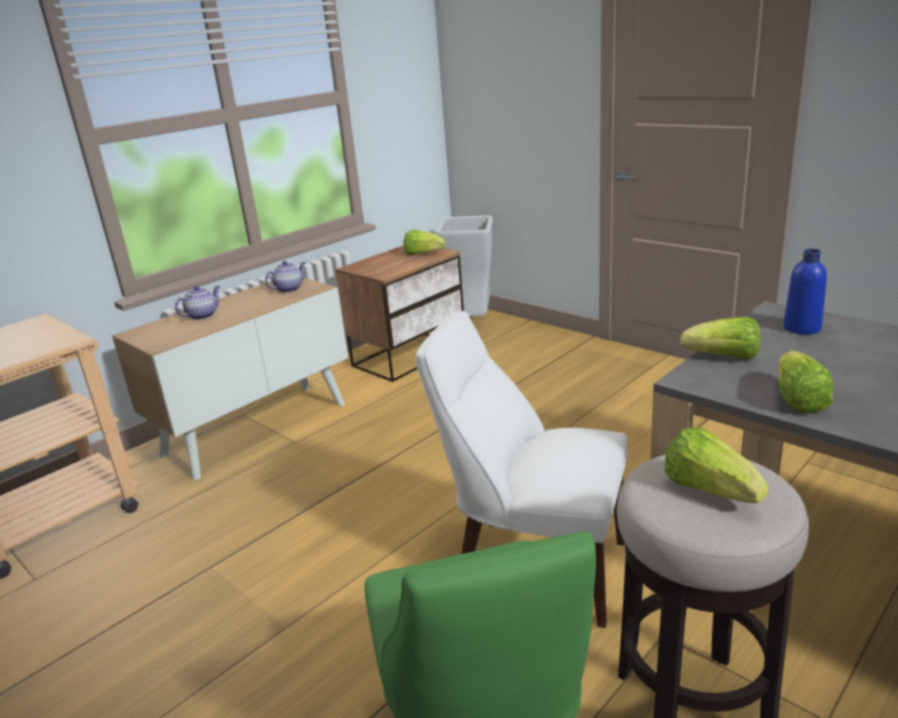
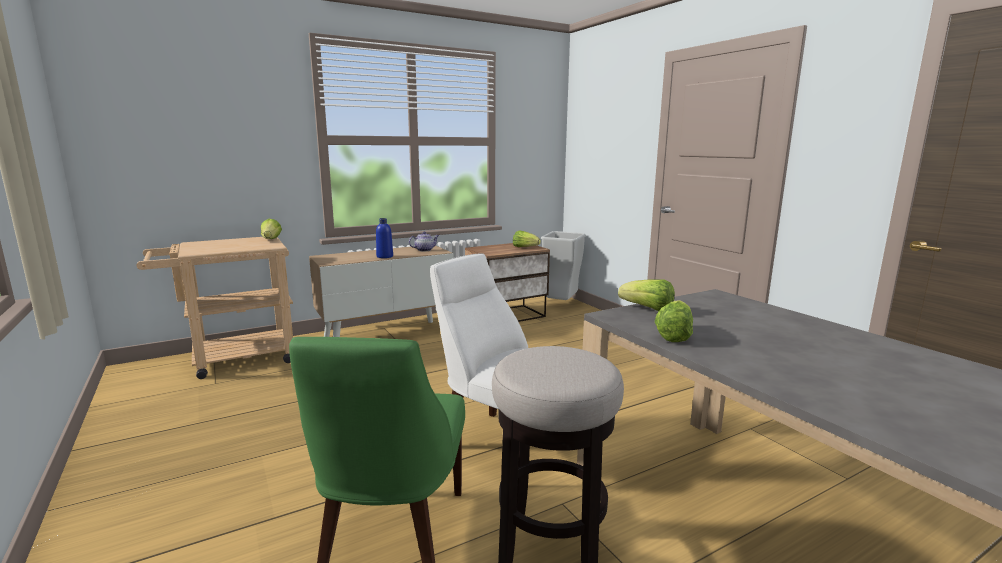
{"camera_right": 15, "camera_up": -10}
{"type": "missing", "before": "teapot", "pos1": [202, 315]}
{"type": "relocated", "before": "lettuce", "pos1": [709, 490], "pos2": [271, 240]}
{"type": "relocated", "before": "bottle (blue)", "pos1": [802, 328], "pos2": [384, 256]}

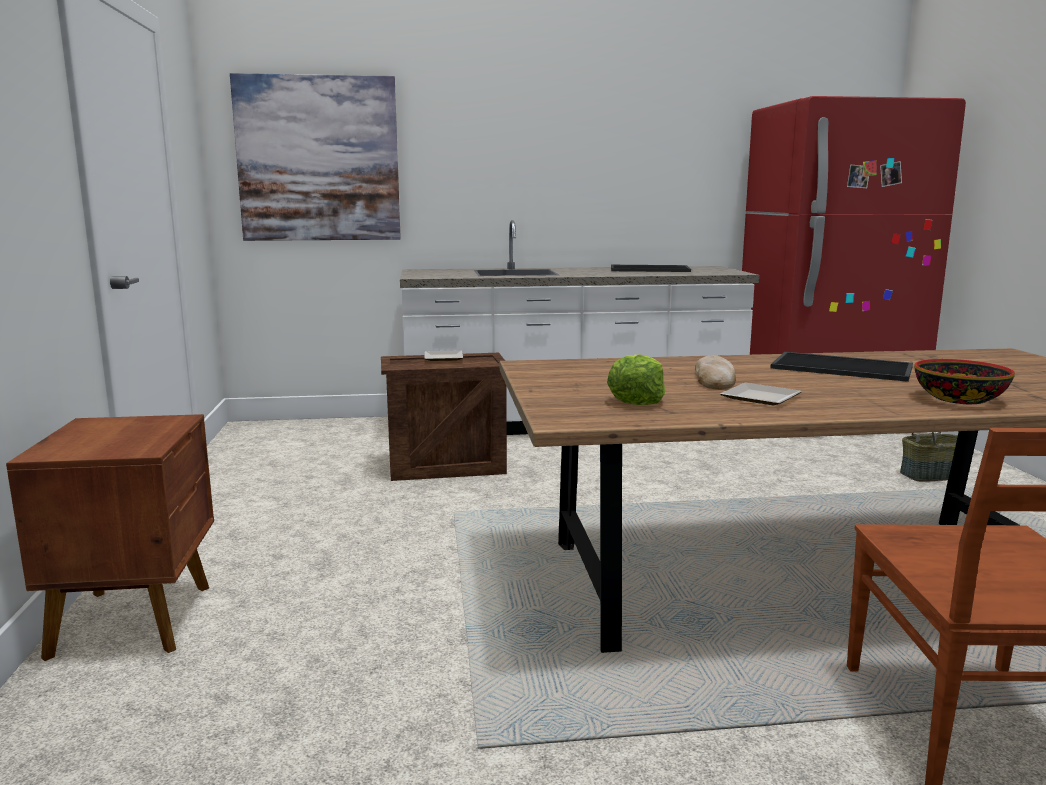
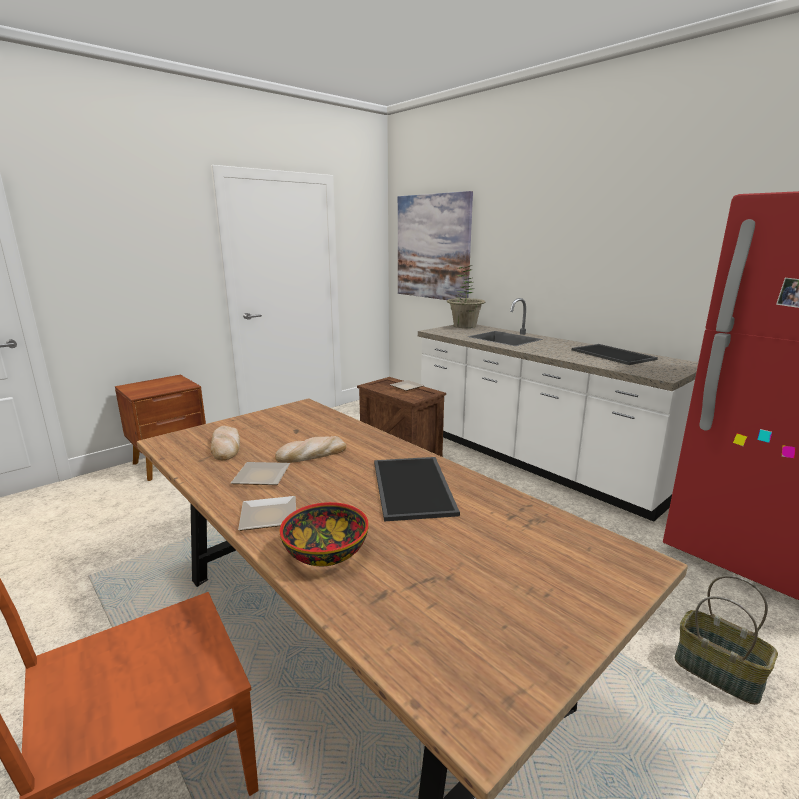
{"camera_right": 55, "camera_up": 5}
{"type": "appeared", "after": "plate", "pos2": [270, 517]}
{"type": "appeared", "after": "potted plant", "pos2": [464, 326]}
{"type": "exchanged", "before": "lettuce", "after": "bread", "pos1": [636, 400], "pos2": [226, 446]}

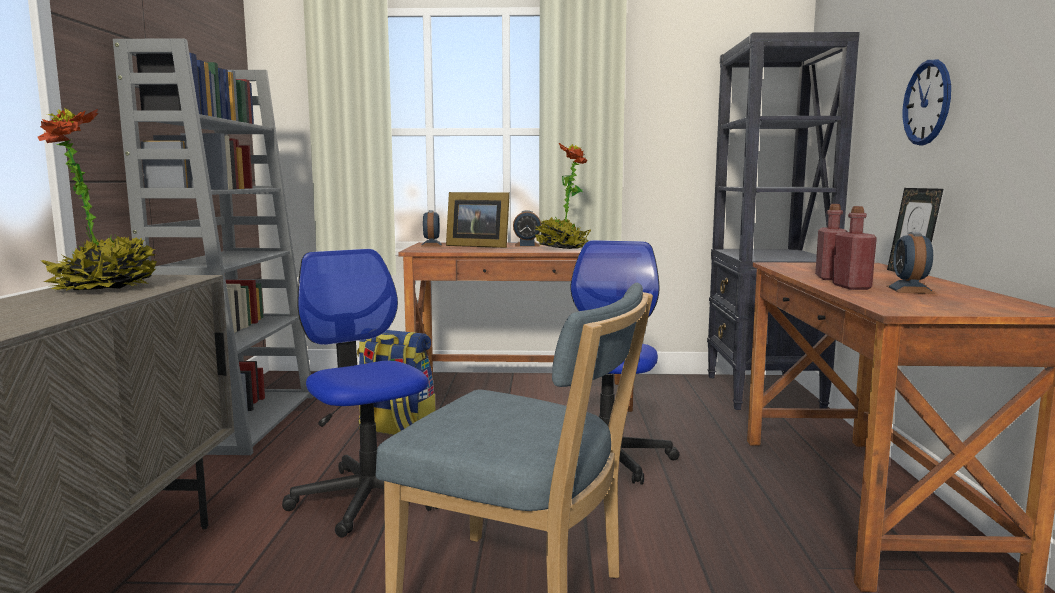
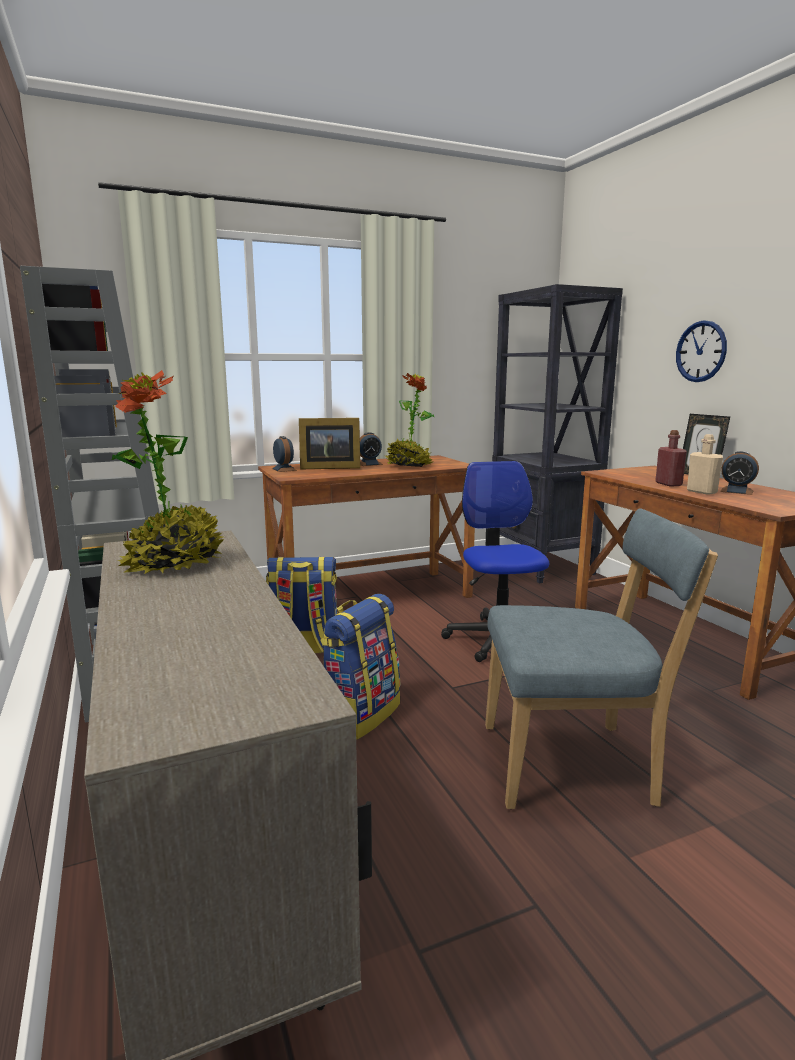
{"camera_right": -25, "camera_up": 5}
{"type": "exchanged", "before": "office chair", "after": "backpack", "pos1": [368, 497], "pos2": [360, 714]}
{"type": "colour", "before": "bottle (red)", "after": "bottle (beige)", "pos1": [851, 287], "pos2": [701, 492]}
{"type": "spun", "before": "alarm clock", "pos1": [909, 290], "pos2": [736, 491], "turn": -45}

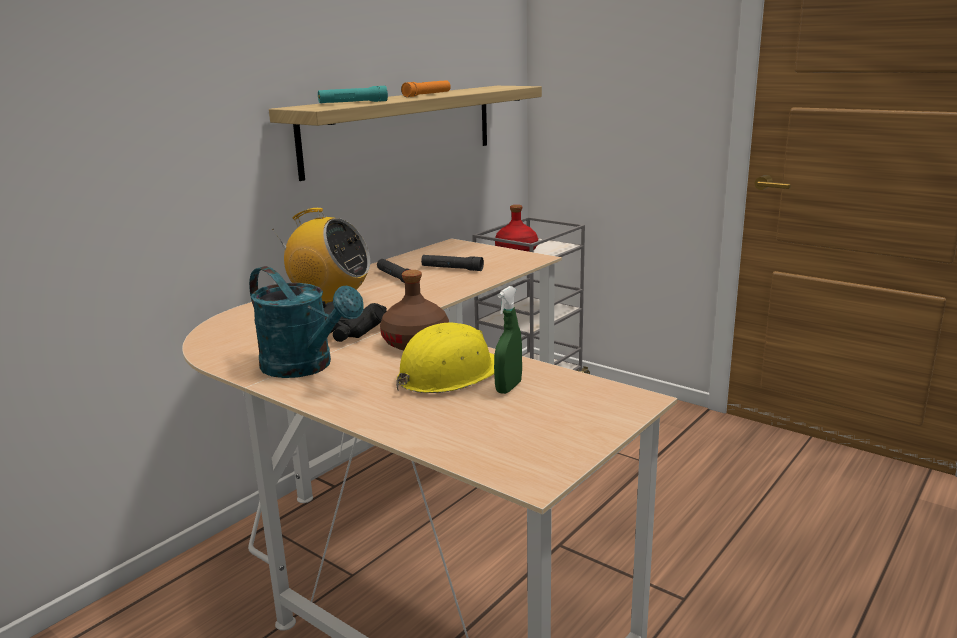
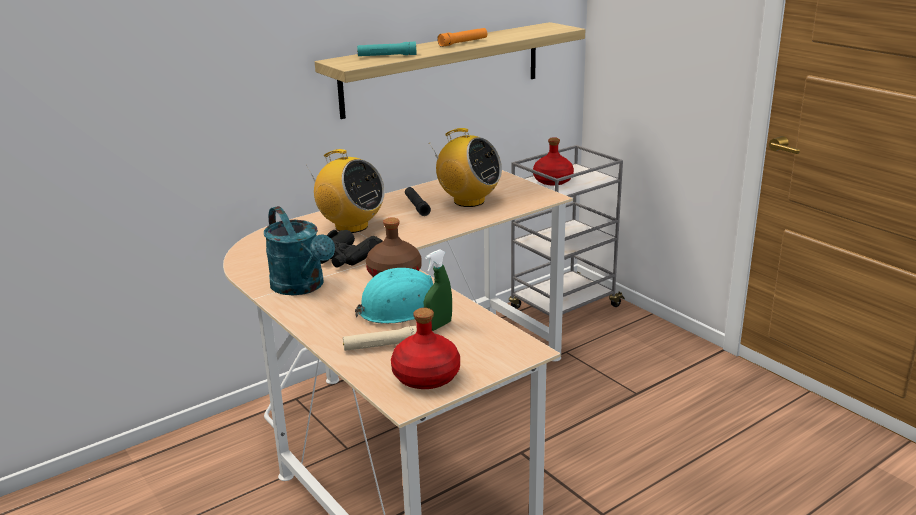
{"camera_right": 15, "camera_up": 5}
{"type": "appeared", "after": "flashlight (beige)", "pos2": [382, 346]}
{"type": "appeared", "after": "bottle (red)", "pos2": [427, 376]}
{"type": "exchanged", "before": "flashlight (black)", "after": "radio", "pos1": [452, 268], "pos2": [468, 201]}
{"type": "colour", "before": "hard hat (yellow)", "after": "hard hat (turquoise)", "pos1": [449, 374], "pos2": [402, 308]}

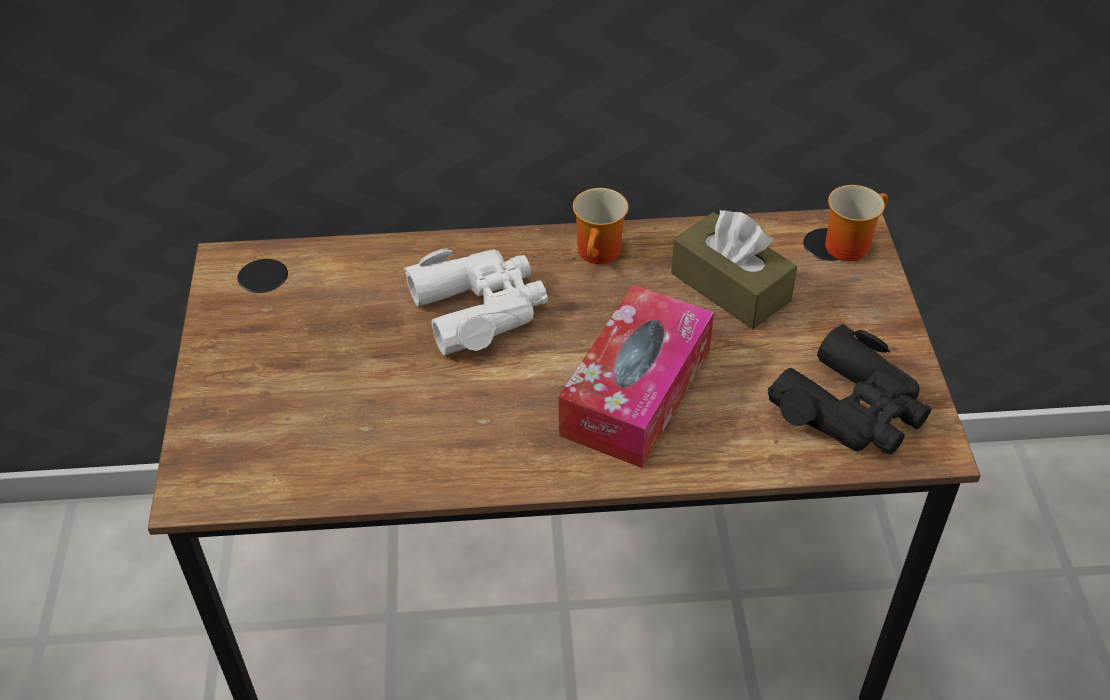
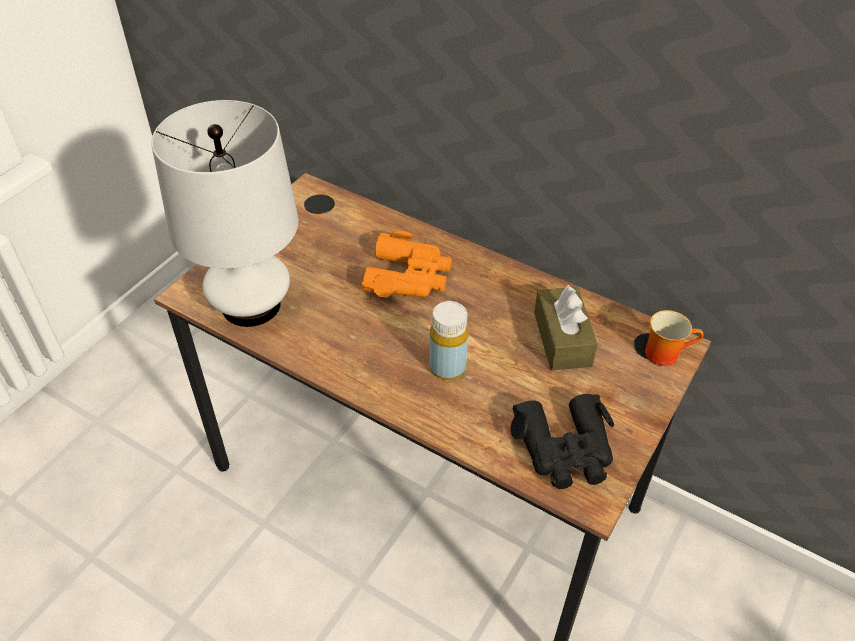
{"camera_right": 35, "camera_up": 0}
{"type": "missing", "before": "mug", "pos1": [601, 254]}
{"type": "appeared", "after": "table lamp (white)", "pos2": [251, 305]}
{"type": "exchanged", "before": "tissue box", "after": "bottle (yellow)", "pos1": [636, 392], "pos2": [447, 367]}
{"type": "colour", "before": "binoculars (white)", "after": "binoculars (orange)", "pos1": [479, 308], "pos2": [408, 276]}

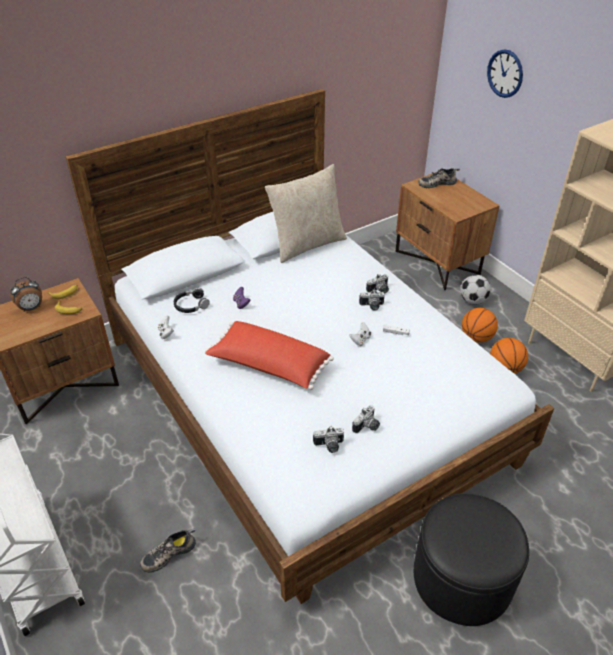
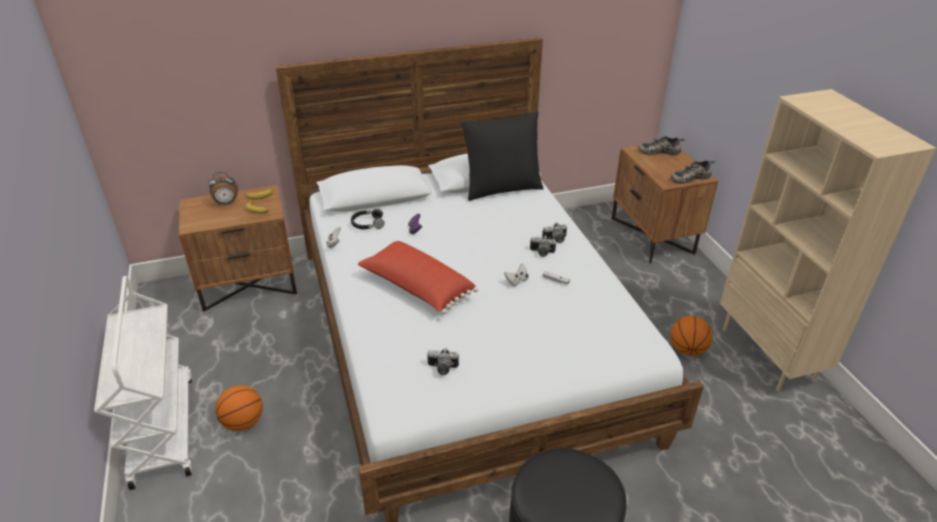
{"camera_right": 15, "camera_up": -5}
{"type": "missing", "before": "photo camera", "pos1": [367, 427]}
{"type": "missing", "before": "football", "pos1": [473, 300]}
{"type": "missing", "before": "wall clock", "pos1": [505, 73]}
{"type": "relocated", "before": "shoe", "pos1": [168, 553], "pos2": [690, 177]}
{"type": "relocated", "before": "basketball", "pos1": [476, 337], "pos2": [243, 422]}
{"type": "colour", "before": "pillow (beige)", "after": "pillow (black)", "pos1": [307, 244], "pos2": [502, 188]}

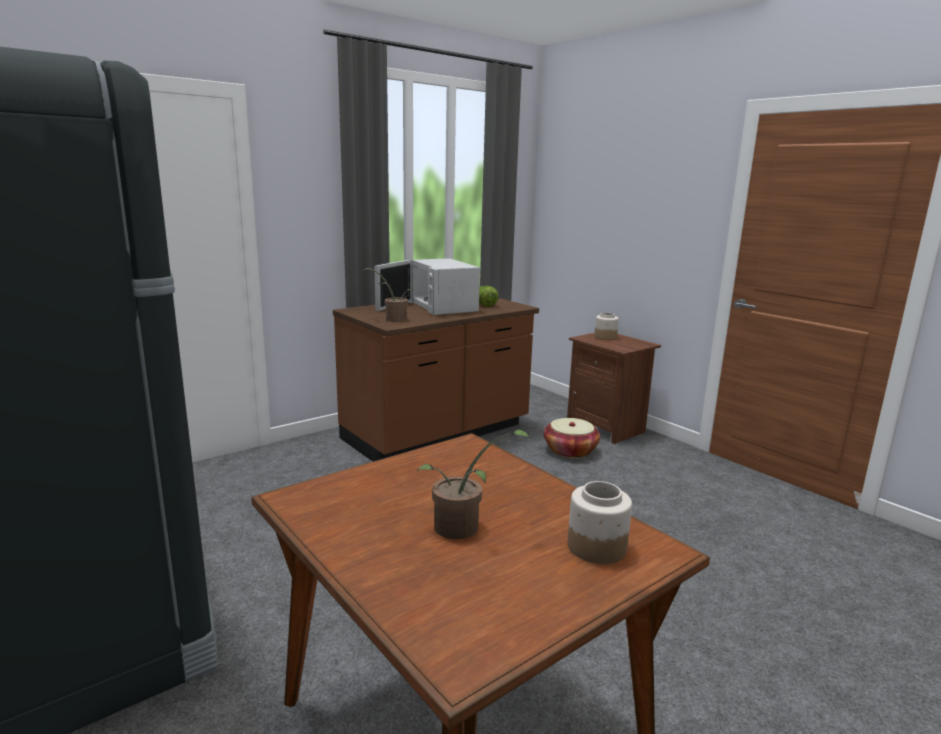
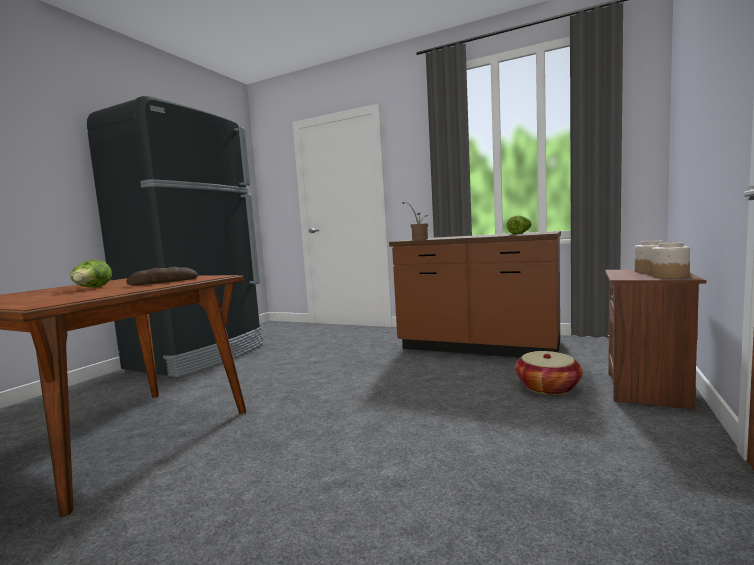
{"camera_right": 65, "camera_up": -10}
{"type": "missing", "before": "microwave (white)", "pos1": [438, 307]}
{"type": "appeared", "after": "bread", "pos2": [164, 282]}
{"type": "relocated", "before": "jar", "pos1": [596, 547], "pos2": [669, 276]}
{"type": "exchanged", "before": "potted plant", "after": "lettuce", "pos1": [462, 529], "pos2": [92, 288]}

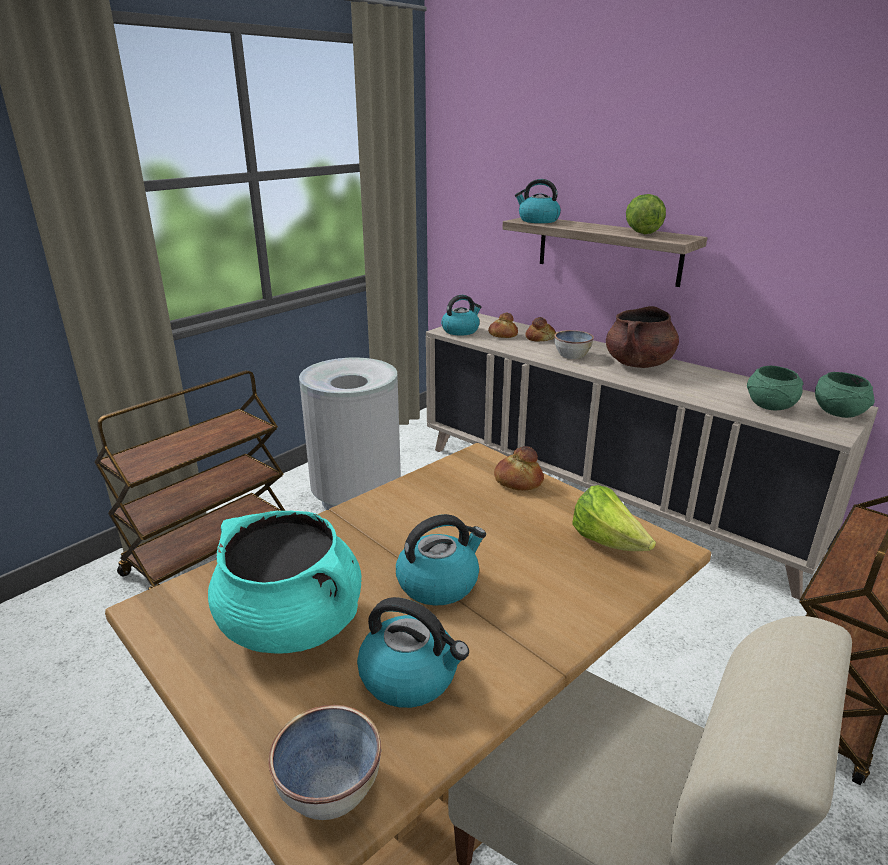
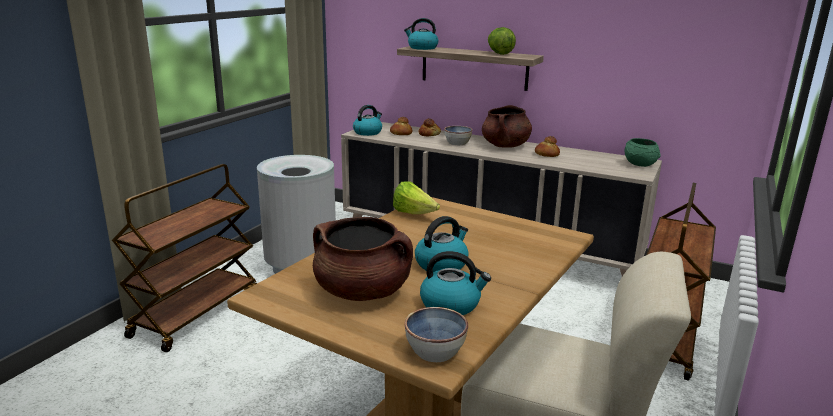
{"camera_right": -15, "camera_up": -5}
{"type": "missing", "before": "bowl (green)", "pos1": [770, 405]}
{"type": "relocated", "before": "bread", "pos1": [518, 481], "pos2": [546, 154]}
{"type": "relocated", "before": "lettuce", "pos1": [607, 542], "pos2": [414, 214]}
{"type": "colour", "before": "cooking pot (turquoise)", "after": "cooking pot (brown)", "pos1": [292, 625], "pos2": [362, 292]}

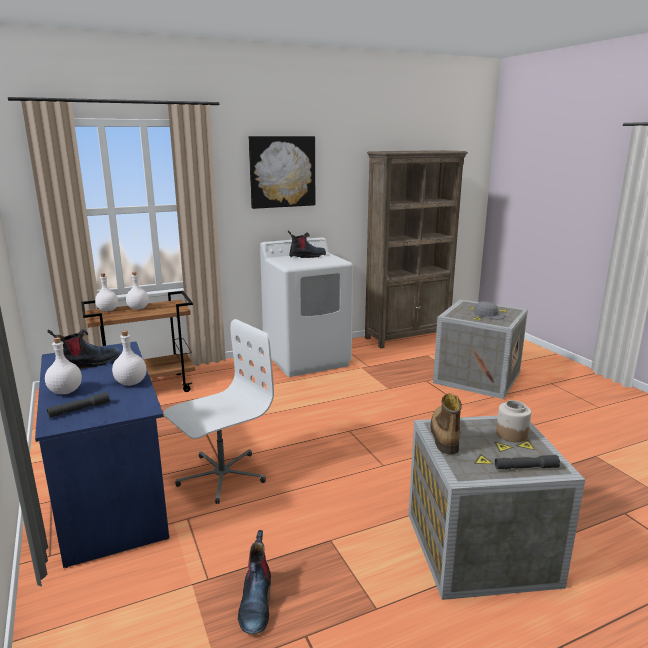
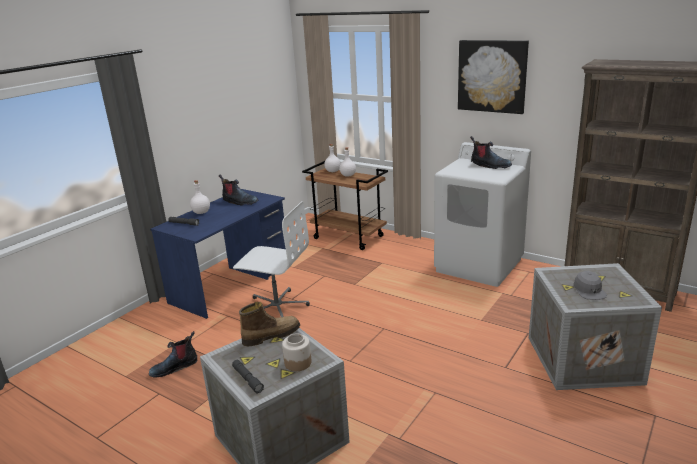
{"camera_right": 60, "camera_up": 5}
{"type": "missing", "before": "bottle (white)", "pos1": [131, 382]}

